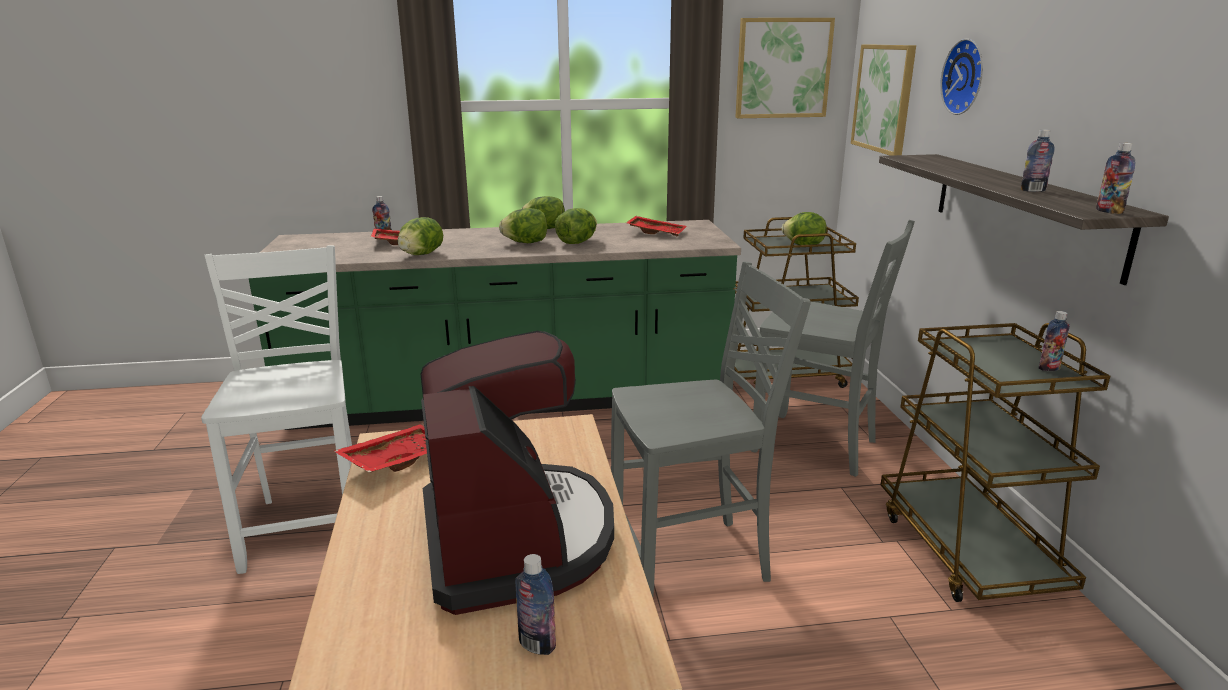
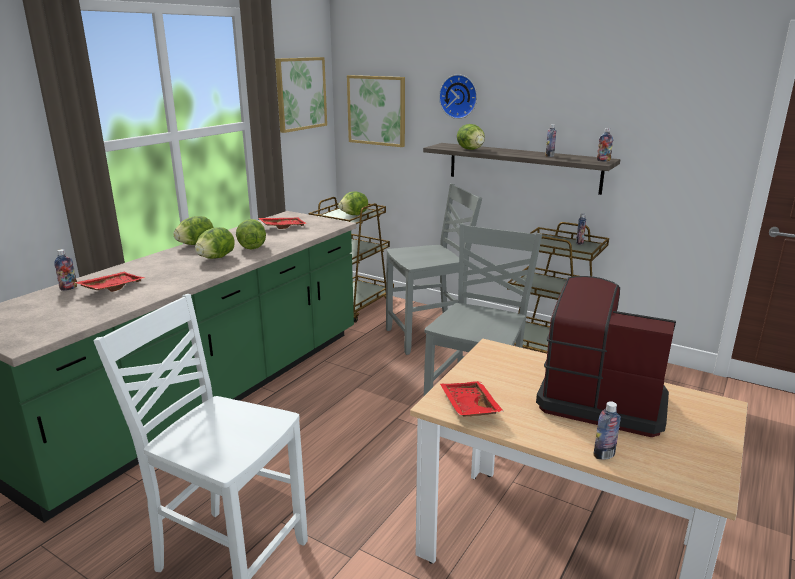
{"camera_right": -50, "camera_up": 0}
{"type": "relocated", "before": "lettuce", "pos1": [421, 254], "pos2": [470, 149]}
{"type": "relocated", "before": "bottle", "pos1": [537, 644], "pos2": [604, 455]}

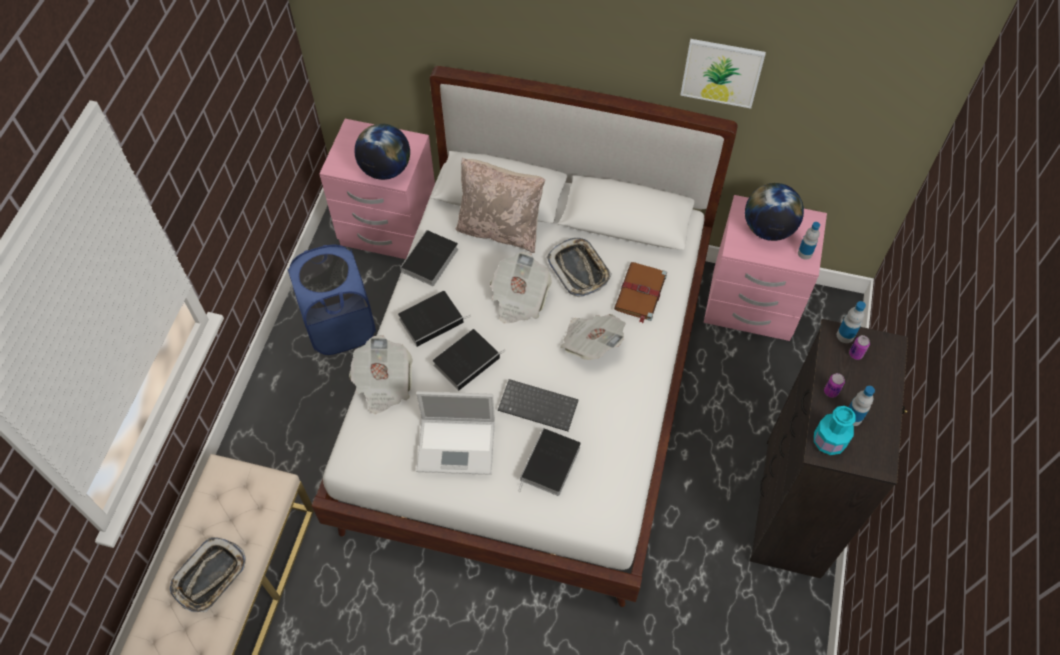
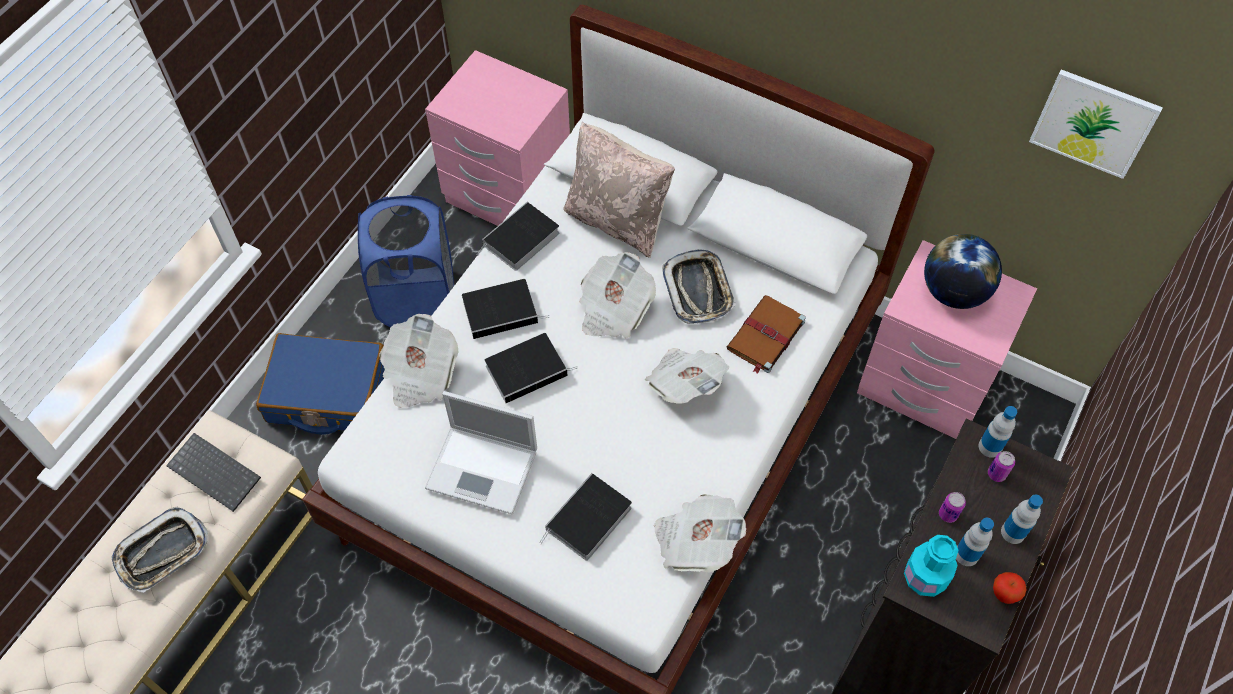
{"camera_right": 15, "camera_up": 0}
{"type": "missing", "before": "globe", "pos1": [385, 169]}
{"type": "appeared", "after": "suitcase (blue)", "pos2": [328, 393]}
{"type": "appeared", "after": "newspaper", "pos2": [695, 542]}
{"type": "appeared", "after": "apple", "pos2": [1003, 594]}
{"type": "relocated", "before": "keyboard", "pos1": [539, 405], "pos2": [216, 472]}
{"type": "relocated", "before": "picture", "pos1": [721, 72], "pos2": [1093, 123]}
{"type": "relocated", "before": "bottle", "pos1": [805, 253], "pos2": [1013, 532]}

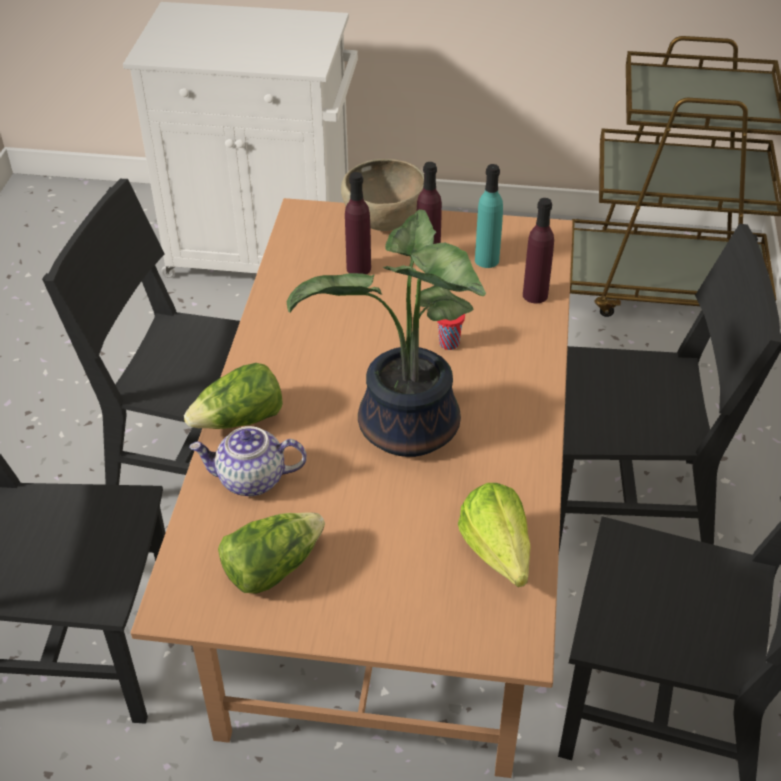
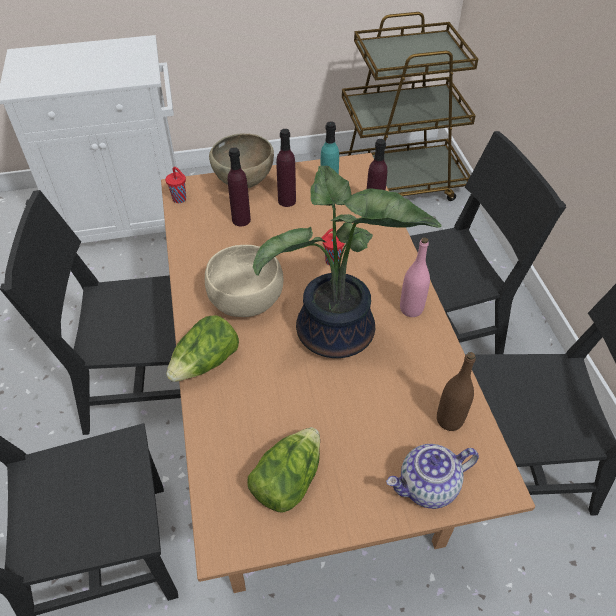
{"camera_right": -20, "camera_up": 5}
{"type": "appeared", "after": "cup (red)", "pos2": [180, 199]}
{"type": "appeared", "after": "bowl (beige)", "pos2": [247, 300]}
{"type": "appeared", "after": "bottle (pink)", "pos2": [411, 309]}
{"type": "relocated", "before": "teapot", "pos1": [251, 480], "pos2": [428, 487]}
{"type": "exchanged", "before": "lettuce", "after": "bottle (brown)", "pos1": [498, 560], "pos2": [449, 420]}

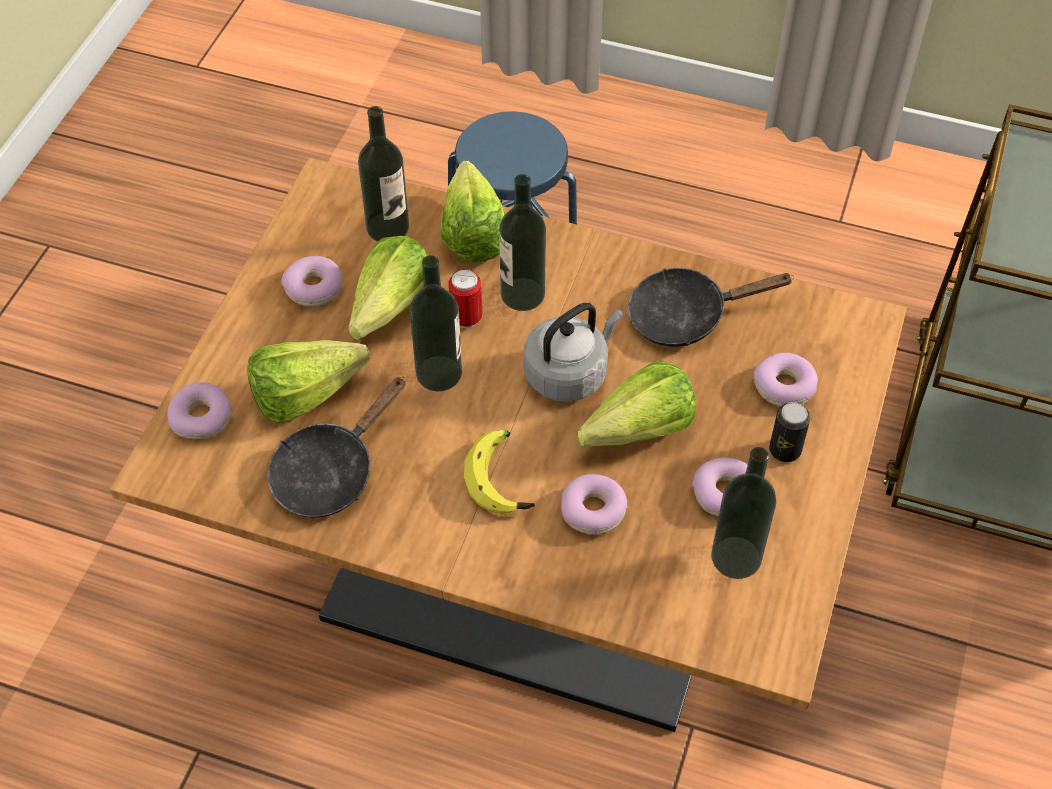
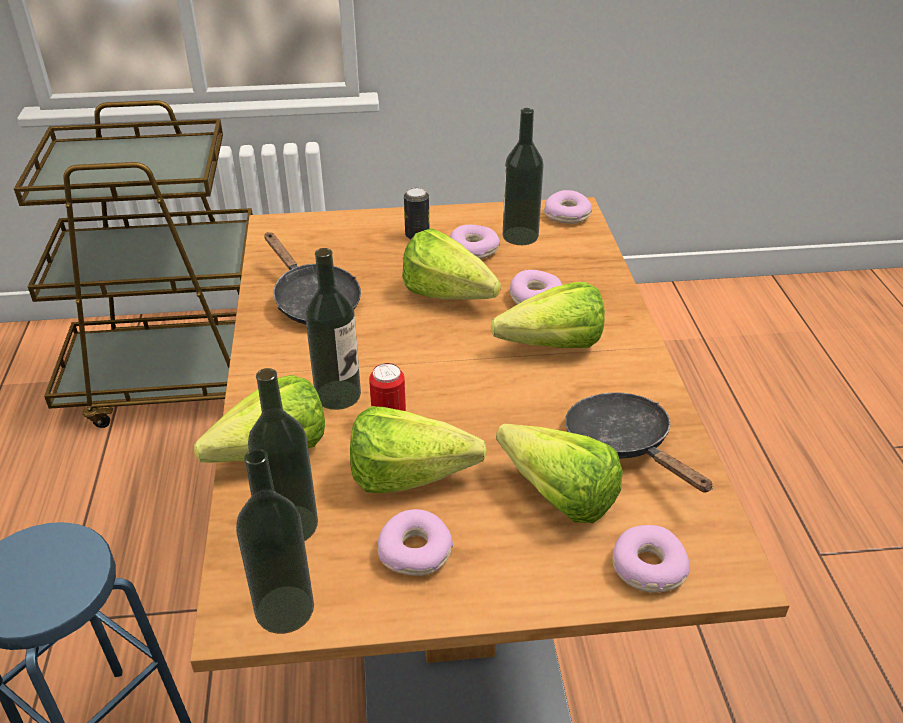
{"camera_right": -115, "camera_up": -15}
{"type": "missing", "before": "kettle (grey)", "pos1": [569, 373]}
{"type": "relocated", "before": "bottle", "pos1": [439, 373], "pos2": [284, 609]}
{"type": "relocated", "before": "donut", "pos1": [784, 387], "pos2": [567, 215]}
{"type": "exchanged", "before": "banana", "after": "lettuce", "pos1": [504, 477], "pos2": [543, 346]}
{"type": "spun", "before": "frying pan (black)", "pos1": [330, 472], "pos2": [623, 445], "turn": -135}

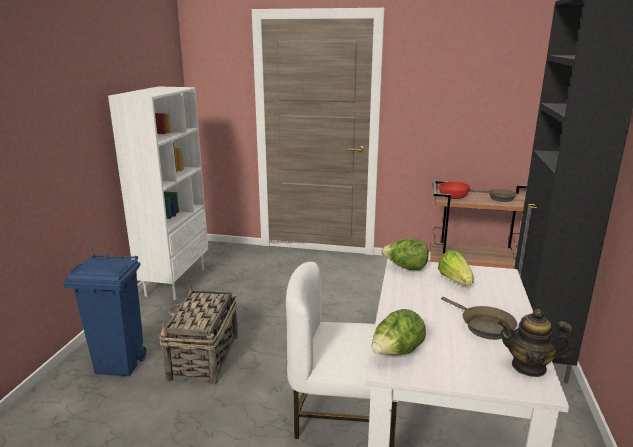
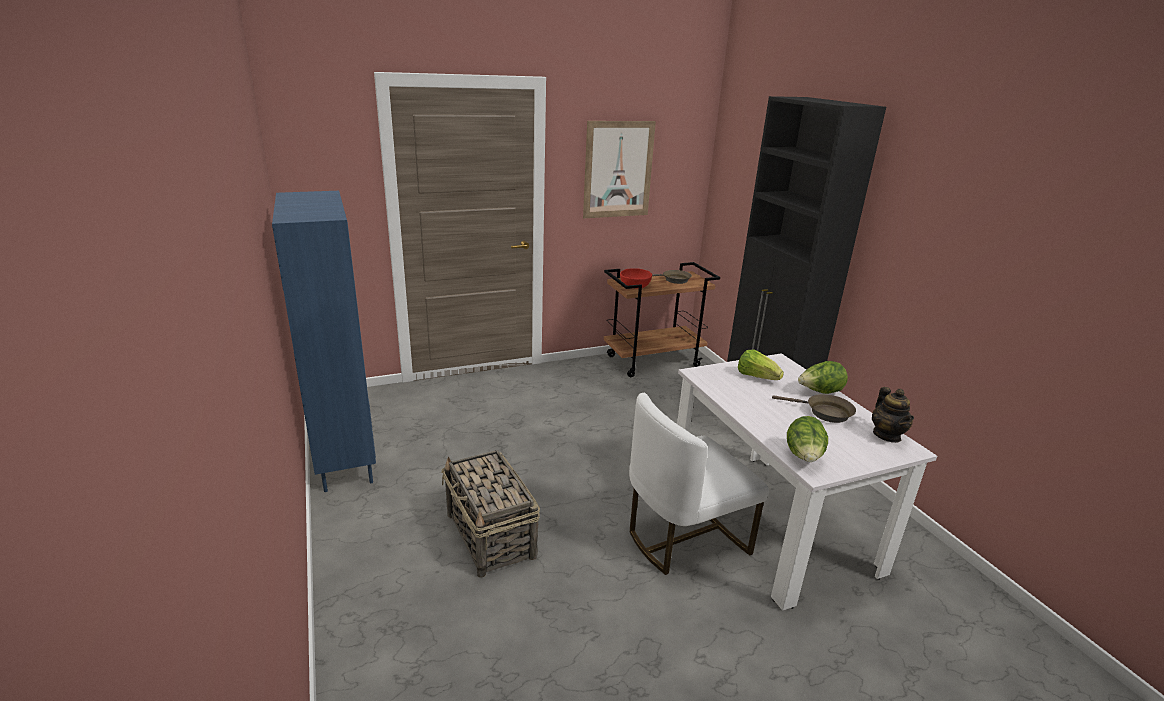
{"camera_right": -35, "camera_up": 5}
{"type": "missing", "before": "trash can (blue)", "pos1": [120, 365]}
{"type": "appeared", "after": "picture", "pos2": [618, 170]}
{"type": "relocated", "before": "lettuce", "pos1": [405, 268], "pos2": [819, 392]}
{"type": "colour", "before": "bookcase (white)", "after": "bookcase (blue)", "pos1": [175, 282], "pos2": [344, 460]}
{"type": "spun", "before": "teapot", "pos1": [529, 367], "pos2": [887, 435], "turn": -75}

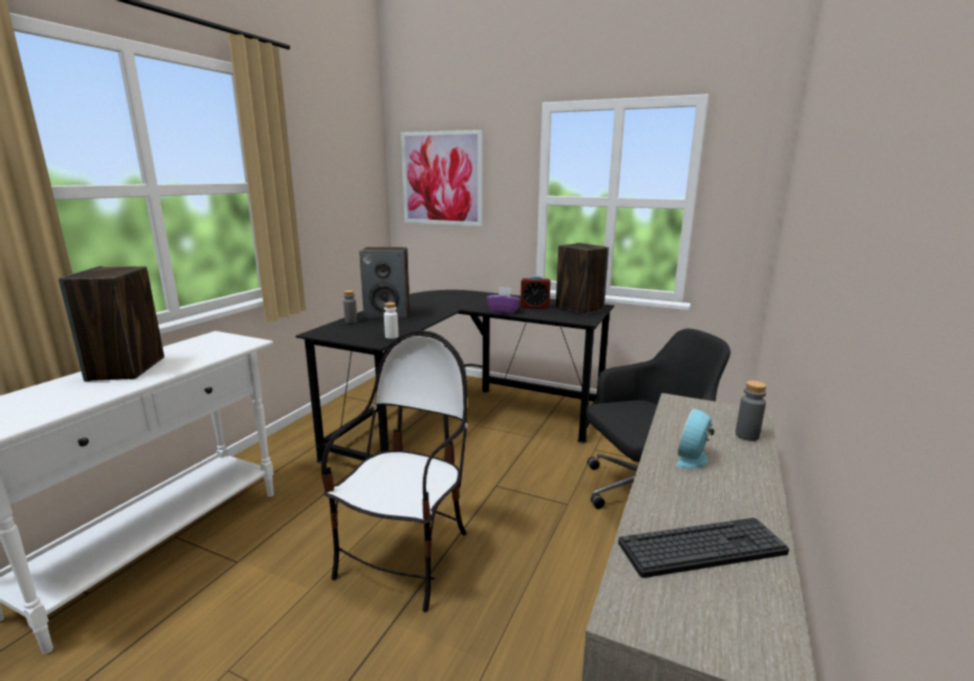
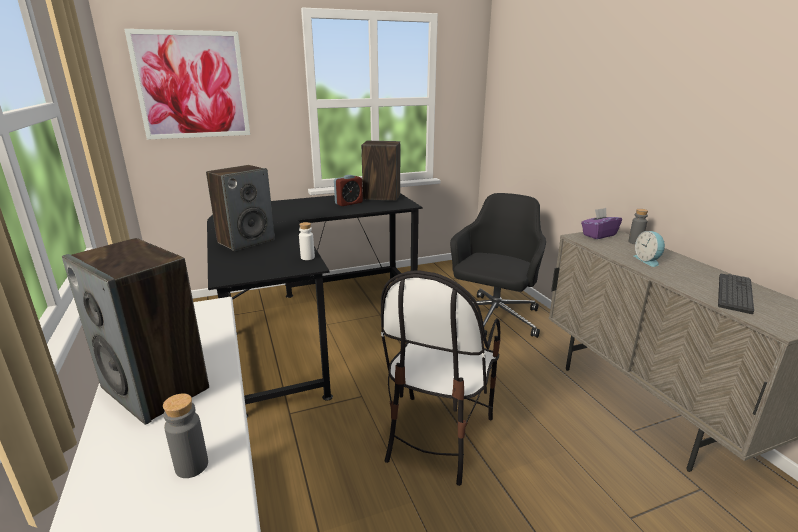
{"camera_right": -45, "camera_up": 5}
{"type": "relocated", "before": "bottle (grey)", "pos1": [351, 321], "pos2": [192, 466]}
{"type": "relocated", "before": "tissue box (purple)", "pos1": [503, 311], "pos2": [598, 235]}
{"type": "spun", "before": "chair", "pos1": [406, 558], "pos2": [437, 435], "turn": -135}

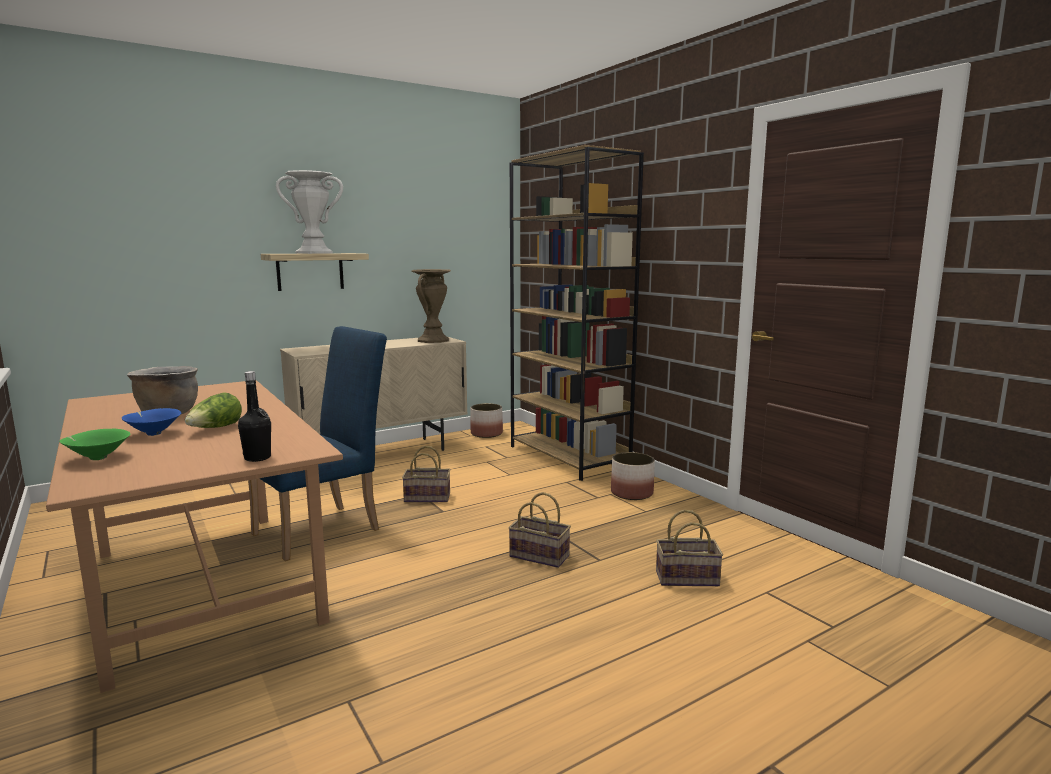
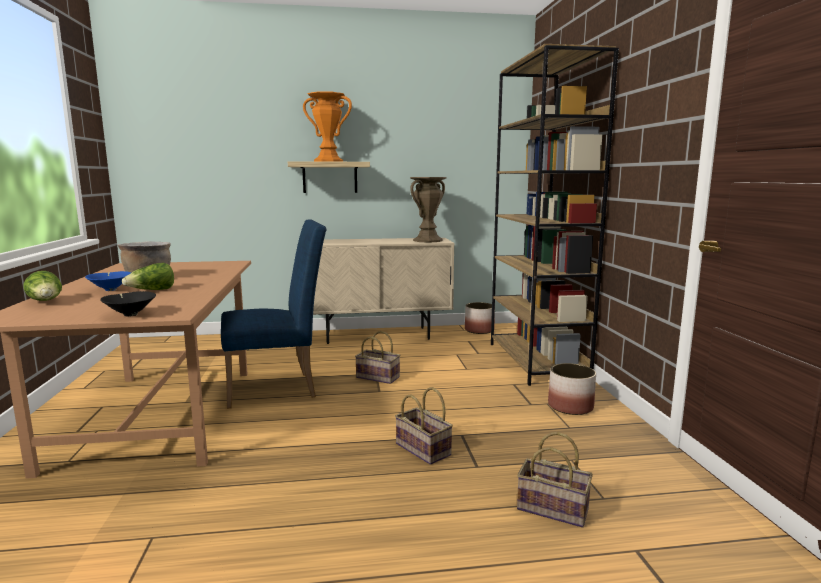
{"camera_right": 25, "camera_up": 0}
{"type": "exchanged", "before": "bowl (green)", "after": "lettuce", "pos1": [97, 458], "pos2": [46, 301]}
{"type": "exchanged", "before": "bottle (black)", "after": "bowl (black)", "pos1": [257, 458], "pos2": [130, 315]}
{"type": "colour", "before": "vase (white)", "after": "vase (orange)", "pos1": [314, 253], "pos2": [328, 161]}

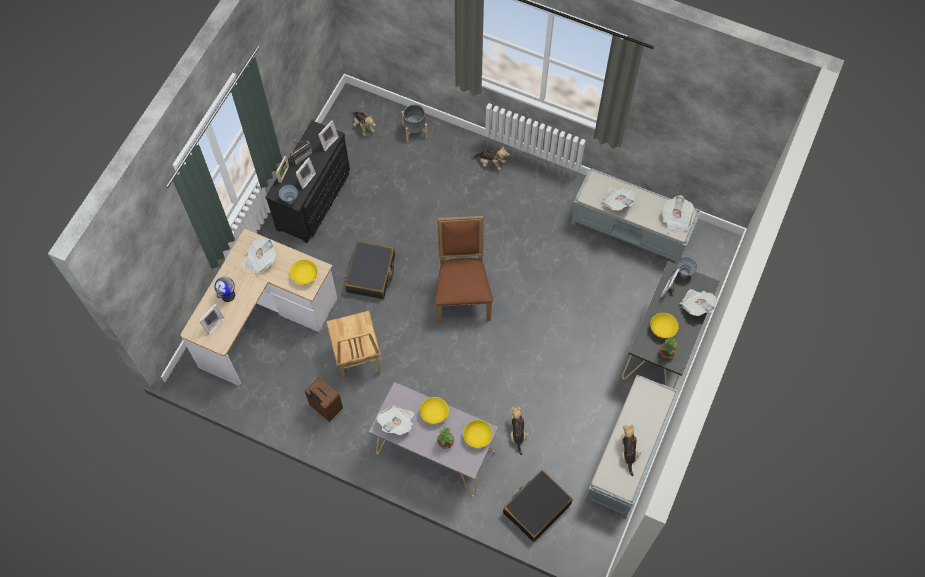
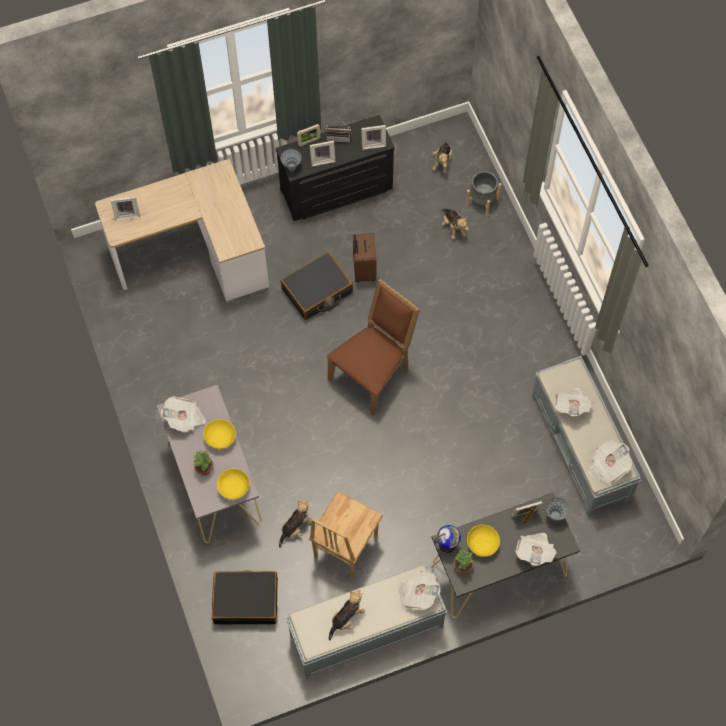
{"camera_right": 45, "camera_up": 0}
{"type": "missing", "before": "bowl (yellow)", "pos1": [305, 276]}
{"type": "relocated", "before": "globe", "pos1": [228, 295], "pos2": [447, 545]}
{"type": "relocated", "before": "newspaper", "pos1": [260, 260], "pos2": [417, 593]}
{"type": "relocated", "before": "suitcase (brown)", "pos1": [325, 408], "pos2": [363, 270]}
{"type": "relocated", "before": "chair (brown)", "pos1": [356, 359], "pos2": [344, 547]}
{"type": "relocated", "before": "plush toy", "pos1": [490, 163], "pos2": [453, 227]}

